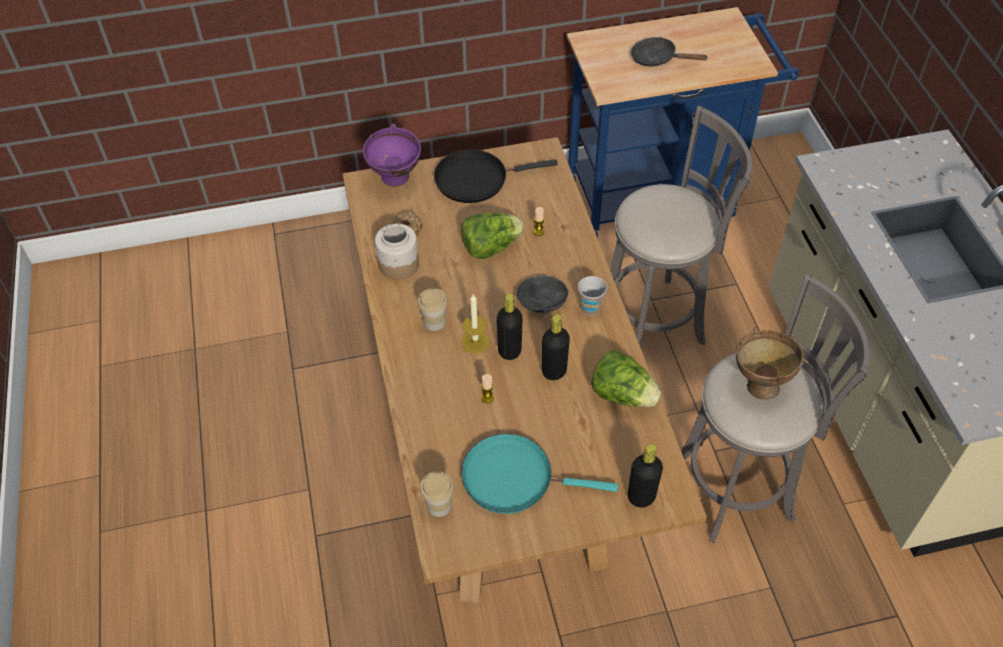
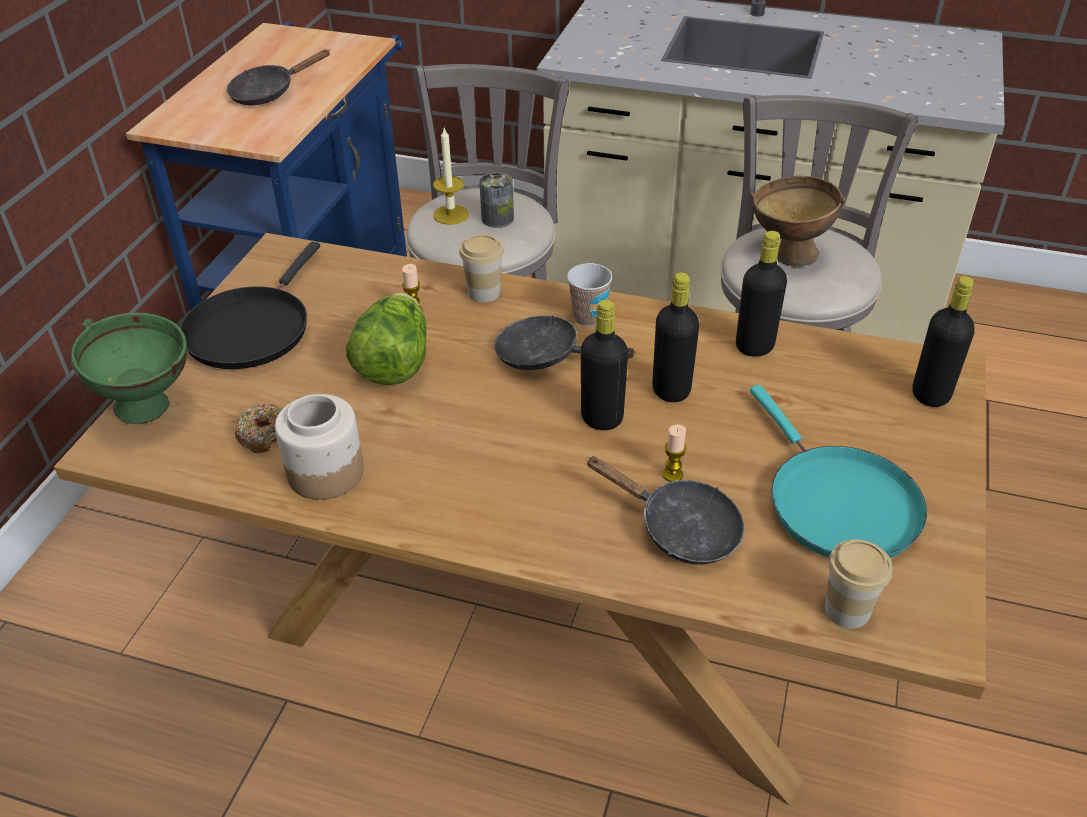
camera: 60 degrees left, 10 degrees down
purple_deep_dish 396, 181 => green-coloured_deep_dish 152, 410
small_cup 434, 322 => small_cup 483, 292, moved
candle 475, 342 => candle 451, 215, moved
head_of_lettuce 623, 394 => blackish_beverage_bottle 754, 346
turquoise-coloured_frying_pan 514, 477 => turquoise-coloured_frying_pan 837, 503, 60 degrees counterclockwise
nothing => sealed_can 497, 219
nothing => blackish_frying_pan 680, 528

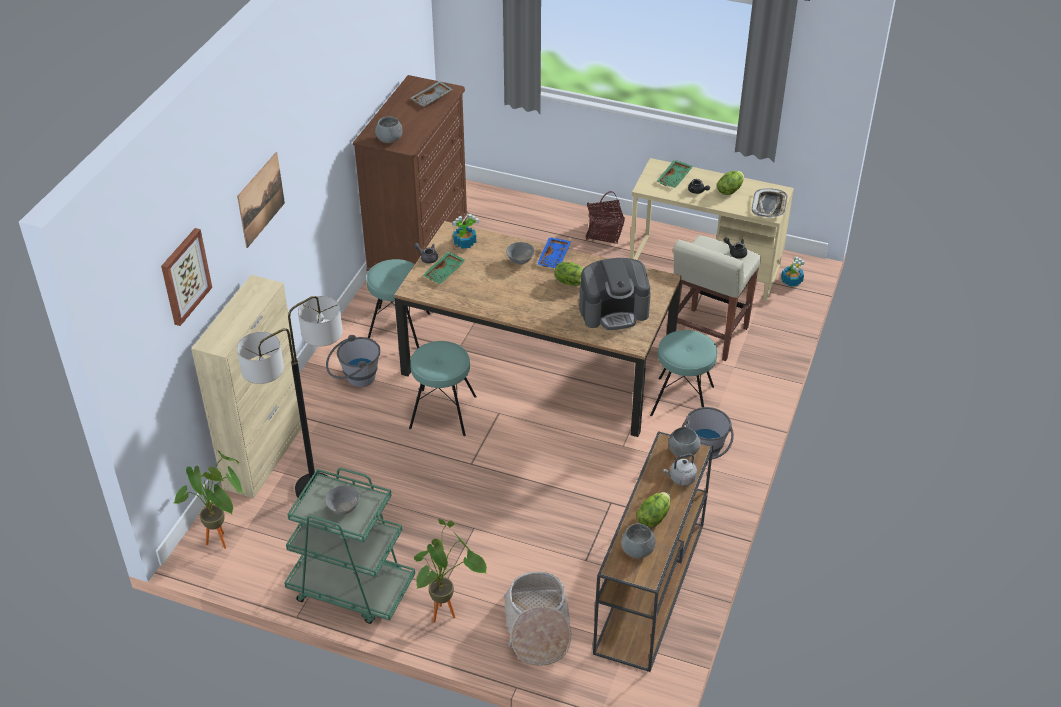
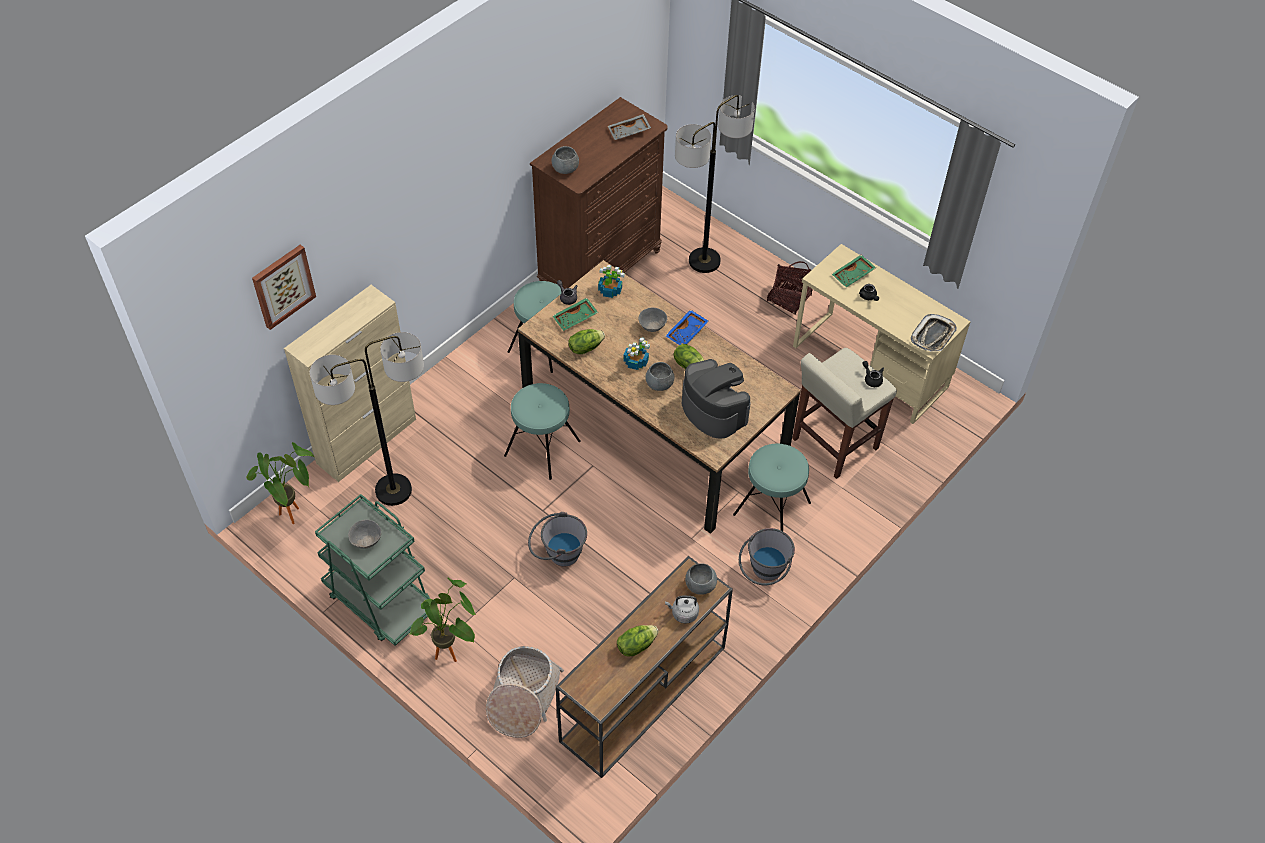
camera: 20 degrees right, 10 degrees up
wall_art 261, 199 => nothing
head_of_lettuce 729, 190 => head_of_lettuce 585, 347, moved
plant_in_a_pot 791, 281 => plant_in_a_pot 636, 362, moved
coffee_brewer 614, 311 => coffee_brewer 713, 410, 135 degrees counterclockwise
greyish_water_bucket 355, 379 => greyish_water_bucket 557, 554, moved
greyish_deep_dish 638, 550 => greyish_deep_dish 660, 384, moved
nothing => standing_lamp 704, 261

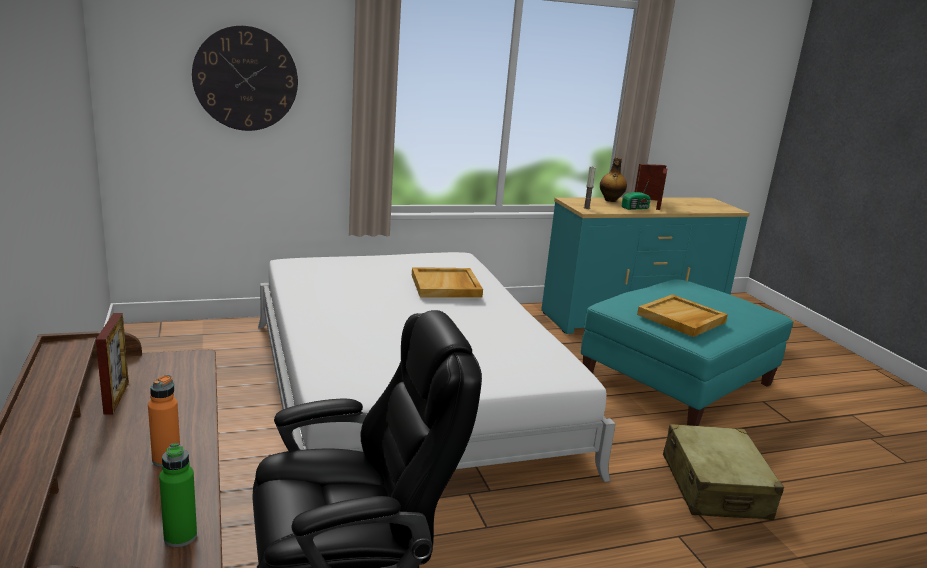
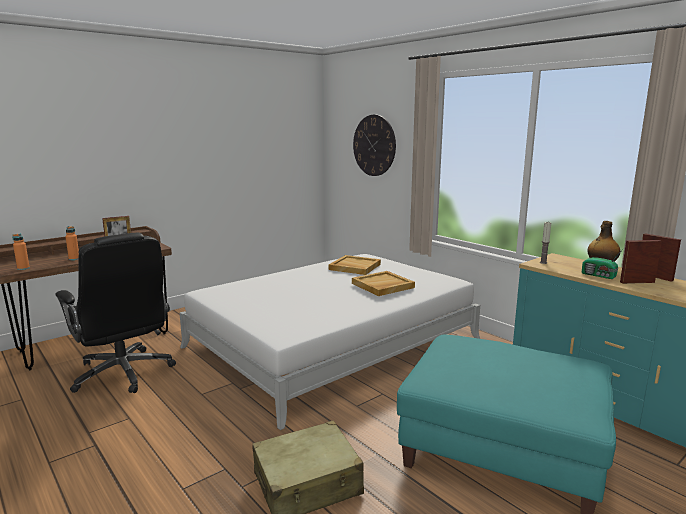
camera: 70 degrees right, 5 degrees down
beige-coloured_carrying_tray 681, 319 => beige-coloured_carrying_tray 354, 267, moved
green-coloured_beverage_bottle 180, 536 => orangey_beverage_bottle 23, 268

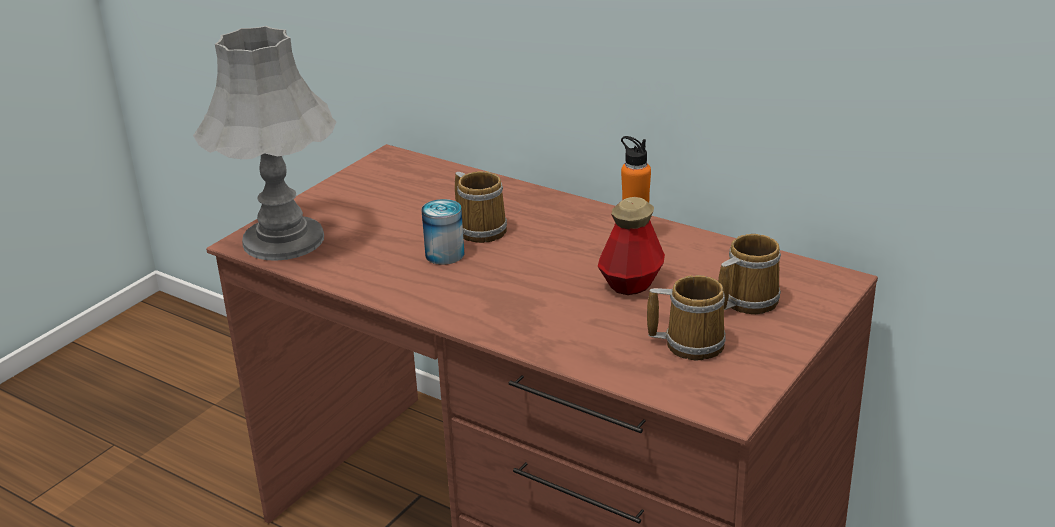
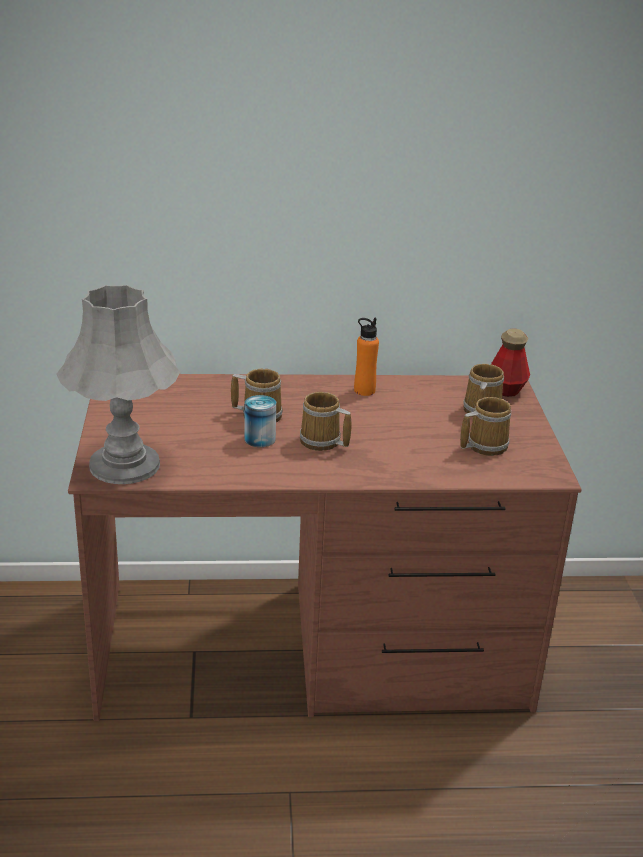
camera: 40 degrees left, 0 degrees up
beverage_bottle 631, 284 => beverage_bottle 506, 389, moved
nothing => coffee_mug 322, 442

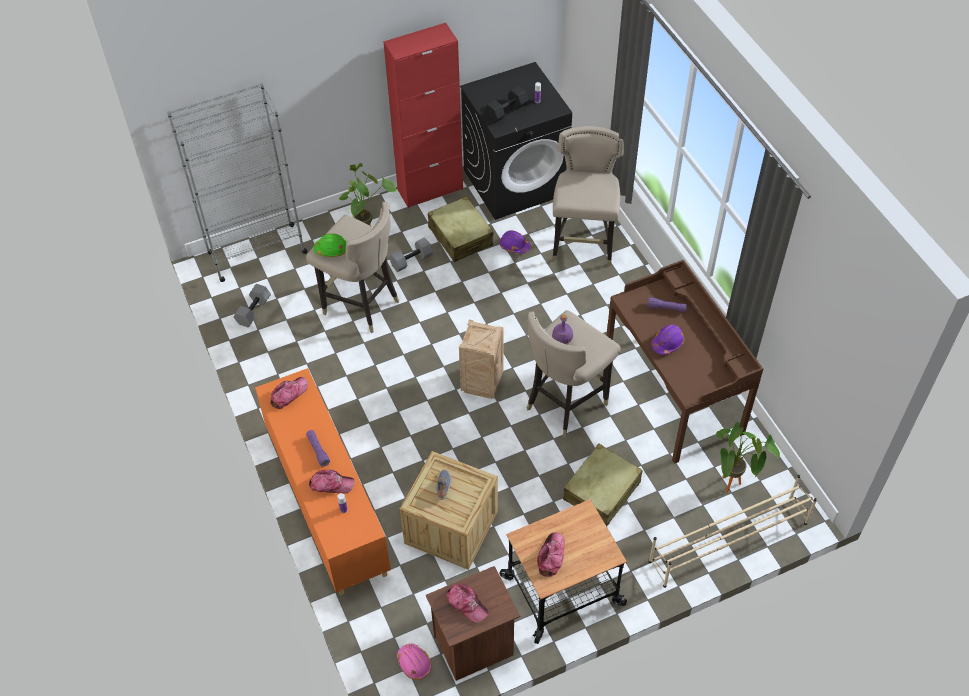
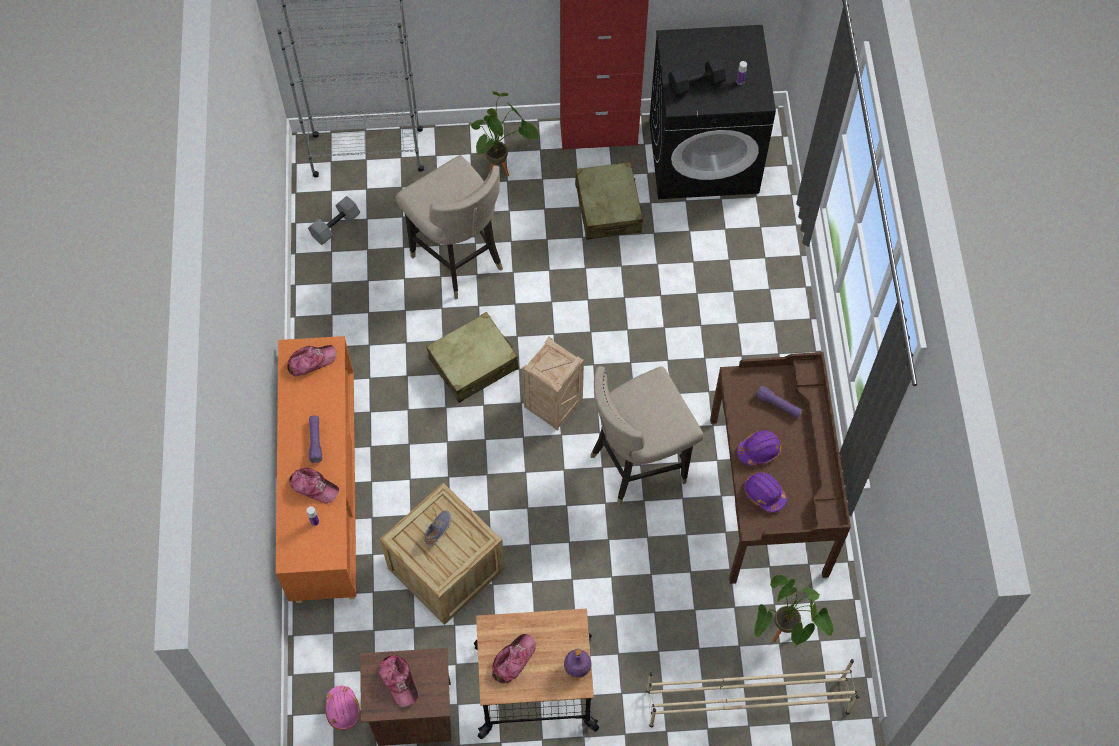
camera: 20 degrees right, 10 degrees up
beige-coloured_stool 583, 245 => nothing
purple_work_helmet 514, 246 => purple_work_helmet 764, 494, moved
green-coloured_work_helmet 331, 249 => nothing
greyish_dumbbell 411, 260 => nothing
purple_beverage_bottle 561, 342 => purple_beverage_bottle 577, 668, moved
beige-coloured_travel_case 602, 491 => beige-coloured_travel_case 474, 364, moved

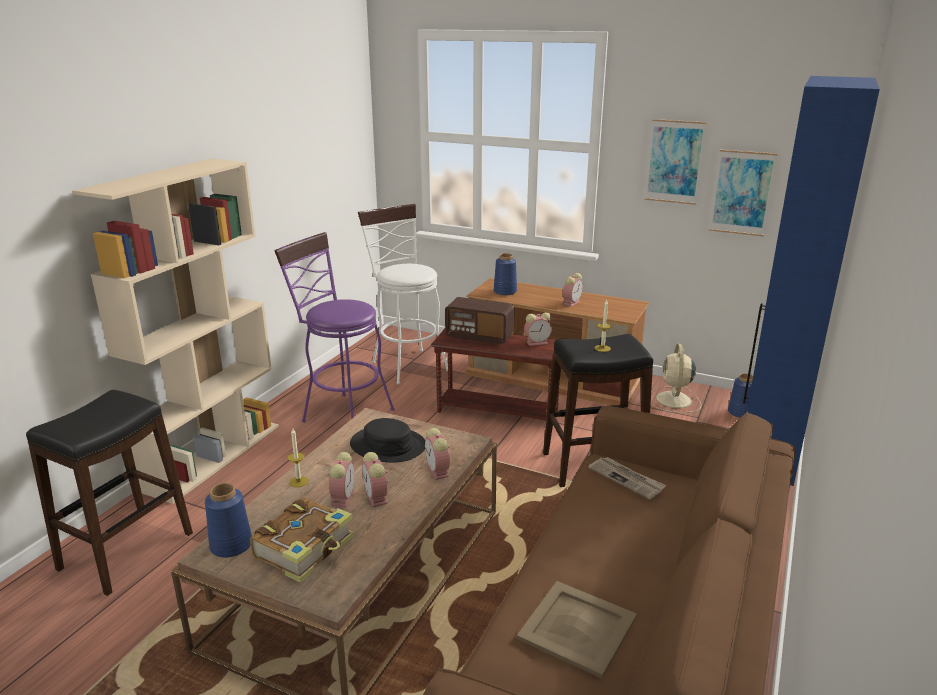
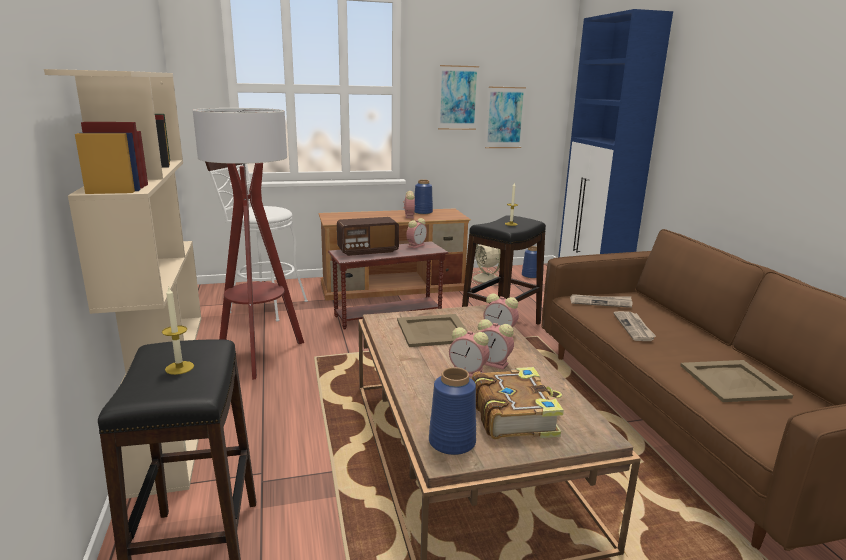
camera: 40 degrees left, 5 degrees down
purple_stool 342, 413 => standing_lamp 259, 355
blue_flower_vase 505, 292 => blue_flower_vase 423, 212, moved
blackish_hat 388, 445 => beige-coloured_carrying_tray 433, 330
candle 298, 481 => candle 179, 368, moved
table_clock 343, 497 => table_clock 469, 372, 150 degrees clockwise
nothing => daily_paper 634, 327

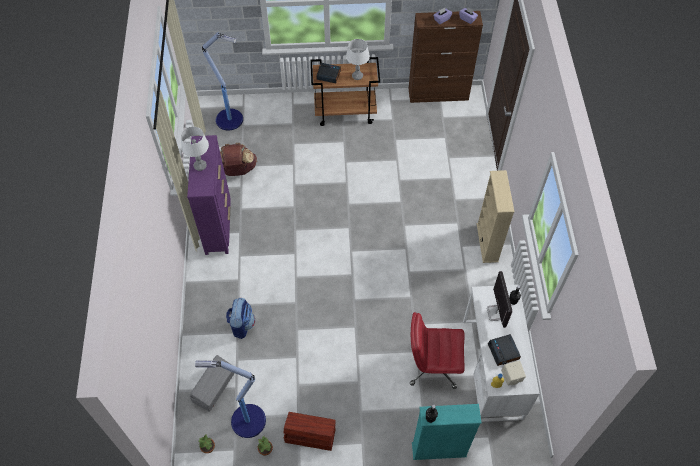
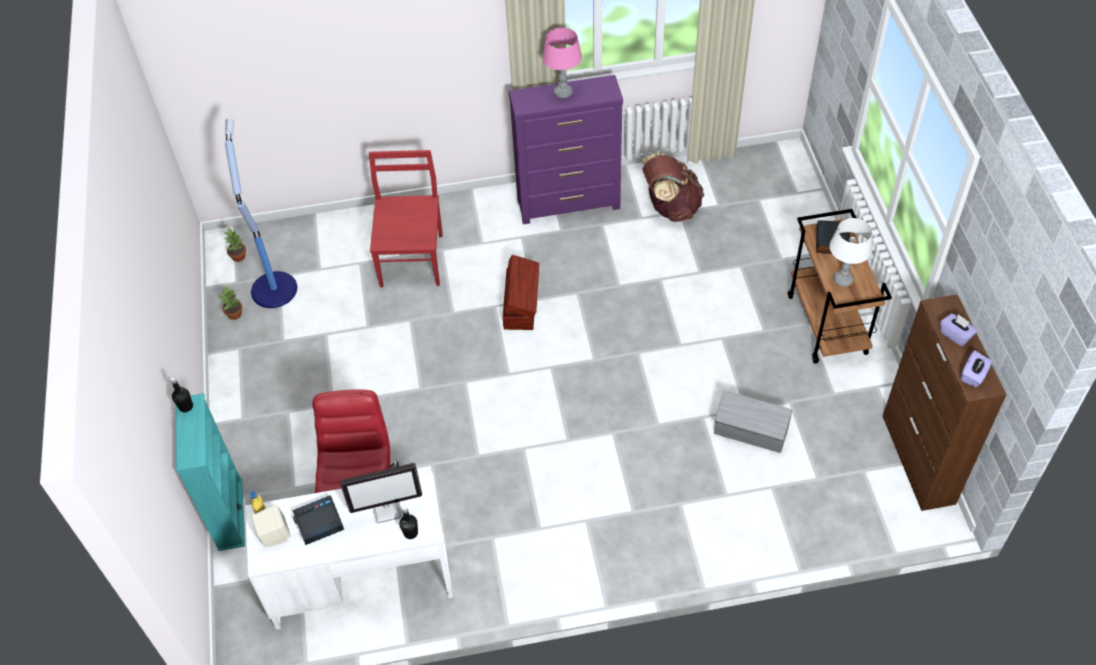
camera: 85 degrees right, 5 degrees down
standing_lamp 230, 120 => nothing
white-coloured_table_lamp 200, 166 => pink-coloured_table_lamp 563, 93
beige-coloured_shelving_unit 487, 242 => nothing
rucksack 241, 324 => red-coloured_chair 412, 258
greyish_storage_container 214, 387 => greyish_storage_container 751, 432, moved
brown_storage_container 309, 435 => brown_storage_container 521, 304, moved

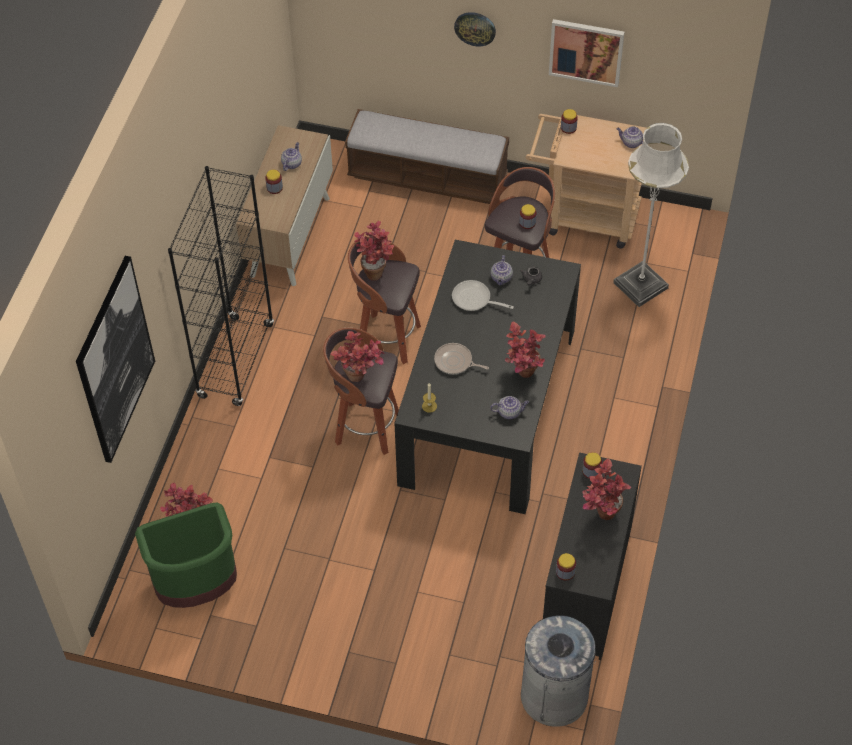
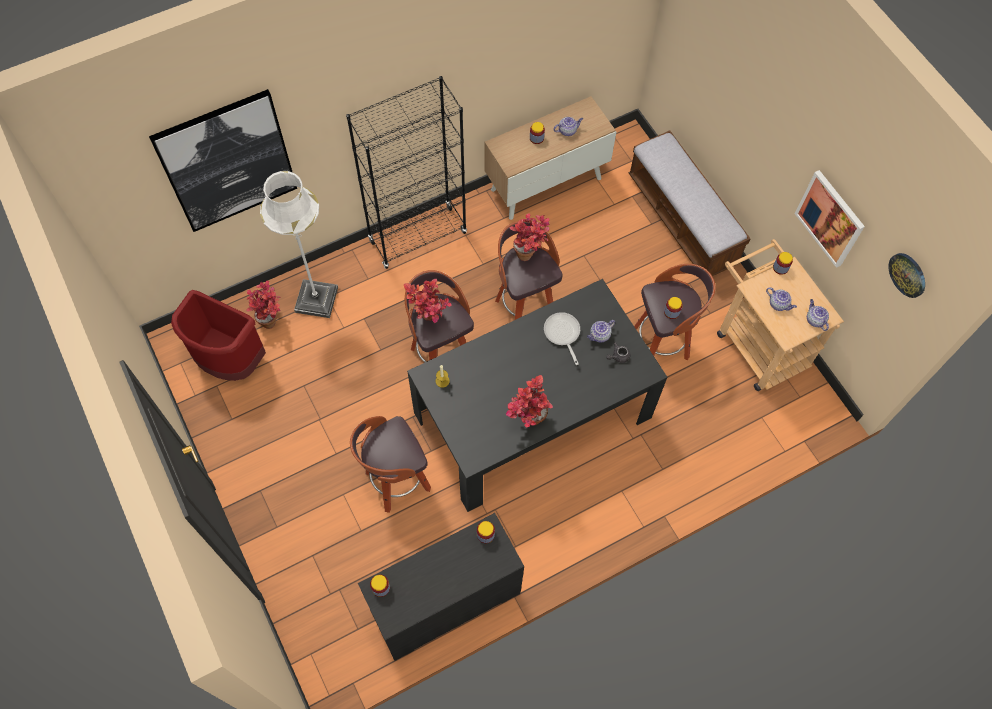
camera: 45 degrees right, 10 degrees up
hanging_clock 475, 28 => hanging_clock 908, 274, moved
white-coloured_standing_lamp 640, 285 => white-coloured_standing_lamp 316, 299, moved
frying_pan 455, 362 => nothing
pot_for_tea 509, 412 => pot_for_tea 778, 304, moved
plant_in_a_pot 600, 516 => nothing
green-coloured_waste_bin 197, 587 => red-coloured_waste_bin 230, 361
greyish_waste_bin 554, 695 => nothing
nothing => stool 396, 482

